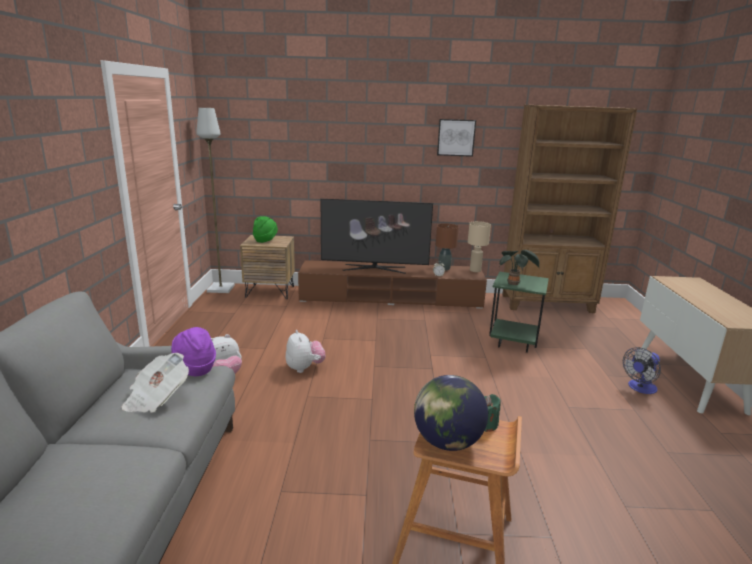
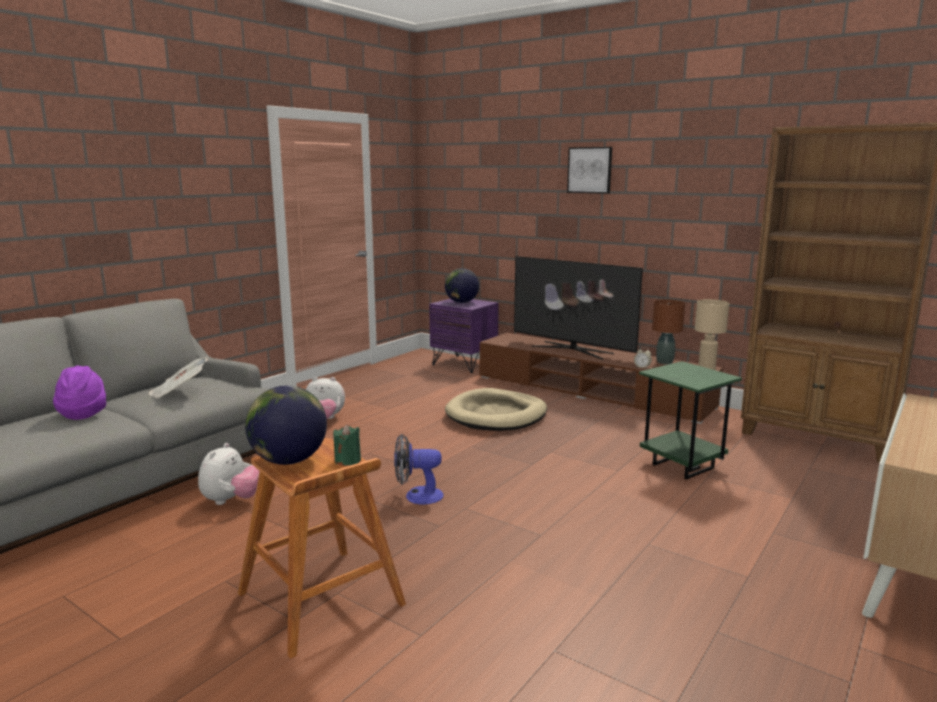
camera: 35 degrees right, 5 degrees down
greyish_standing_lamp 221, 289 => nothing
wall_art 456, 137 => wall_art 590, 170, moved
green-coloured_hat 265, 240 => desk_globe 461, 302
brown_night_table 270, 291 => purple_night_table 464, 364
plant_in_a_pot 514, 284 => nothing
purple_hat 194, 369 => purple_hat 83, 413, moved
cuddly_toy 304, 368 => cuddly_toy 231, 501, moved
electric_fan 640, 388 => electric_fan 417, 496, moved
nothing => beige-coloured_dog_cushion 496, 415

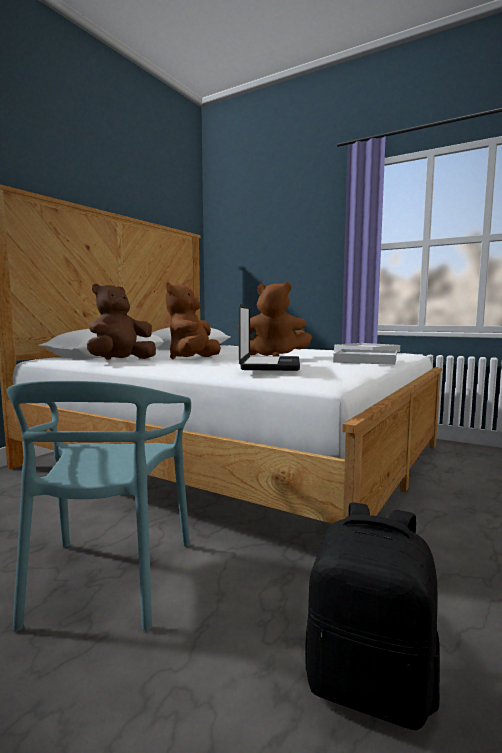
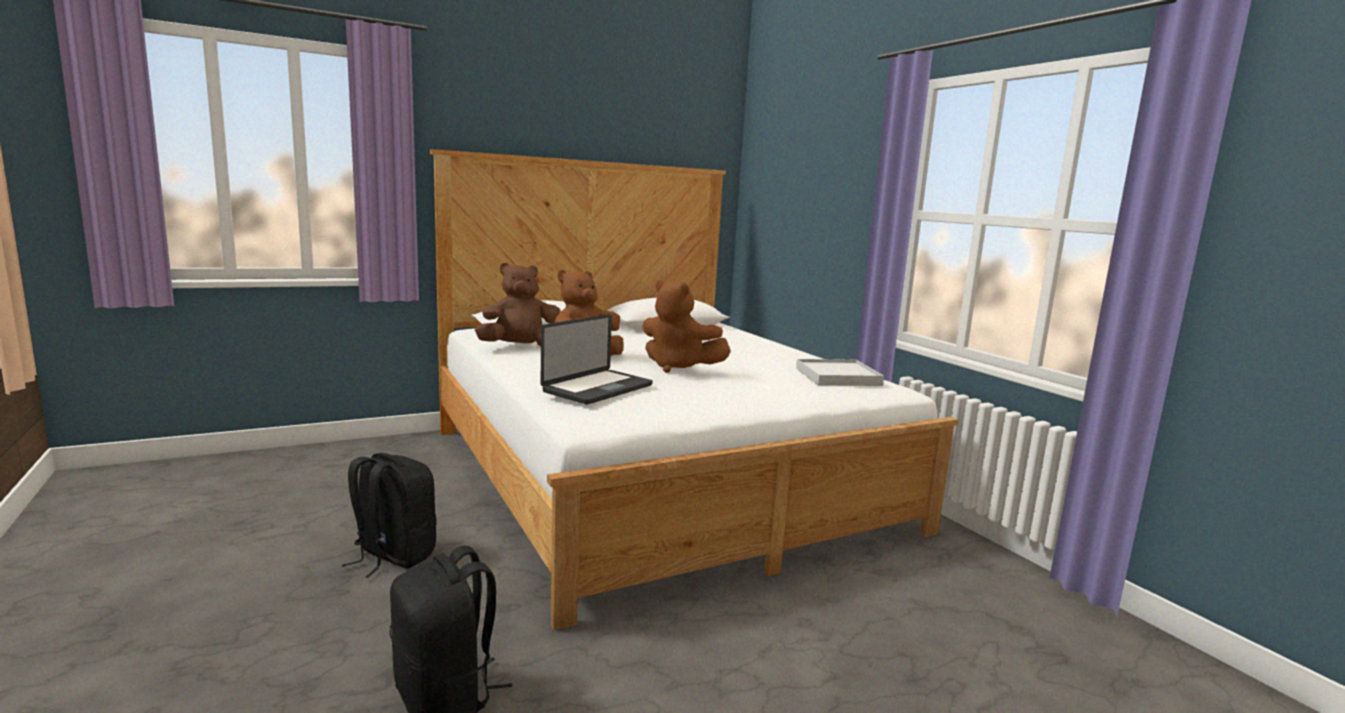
camera: 30 degrees right, 5 degrees up
white-coloured_carrying_tray 366, 360 => nothing
turquoise-coloured_chair 108, 579 => blackish_rucksack 392, 556

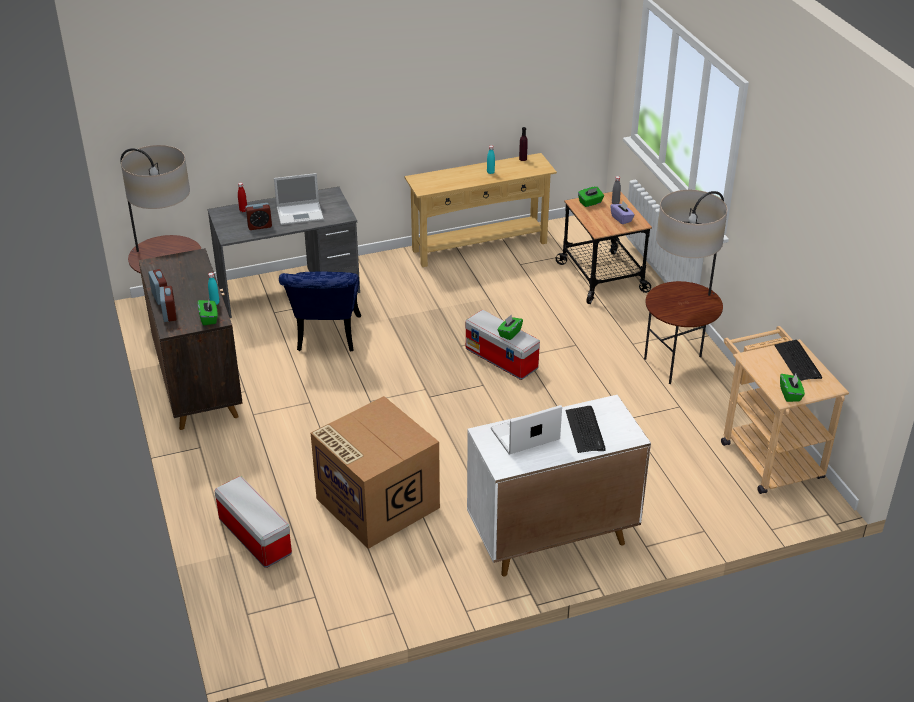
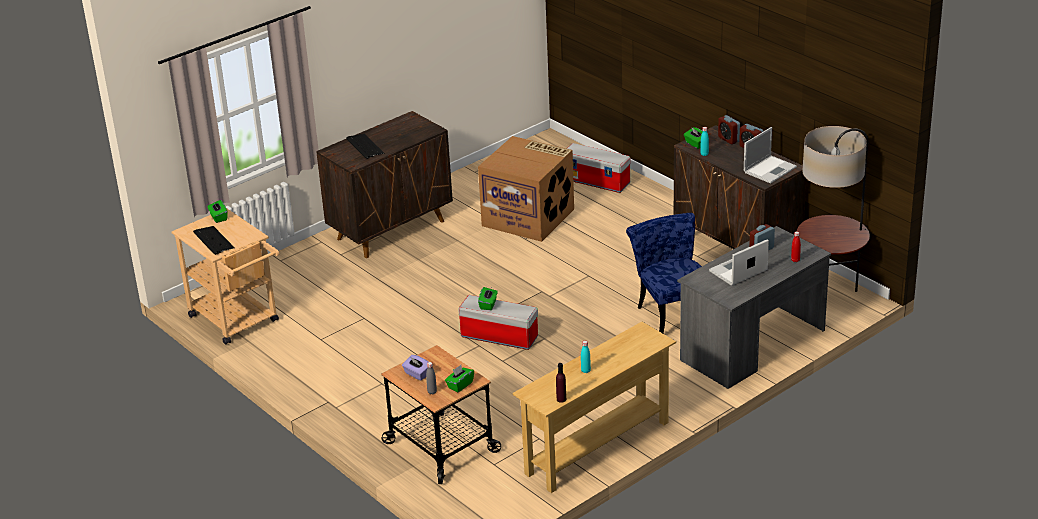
camera: 160 degrees right, 5 degrees down
standing_lamp 676, 364 => nothing
white-coloured_cabinet 551, 538 => brown_cabinet 391, 229
portable_computer 524, 435 => portable_computer 770, 169, moved

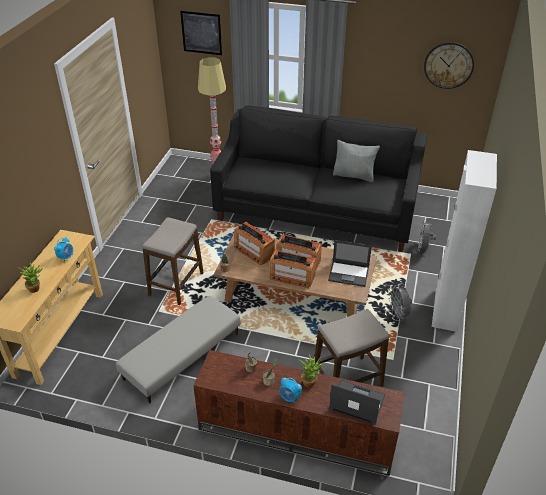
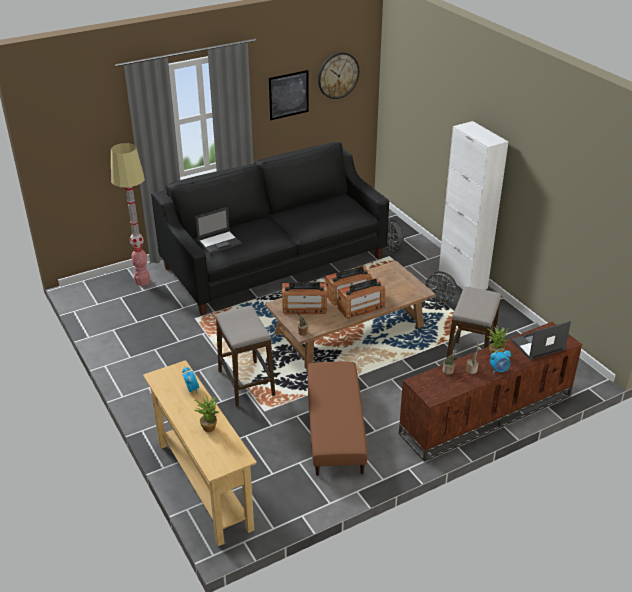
camera: 45 degrees left, 5 degrees down
wall_art 201, 33 => wall_art 288, 95, moved
greyish_pillow 354, 175 => nothing
portable_computer 349, 274 => portable_computer 220, 242, moved
greyish_ottoman 182, 356 => brown_ottoman 335, 427

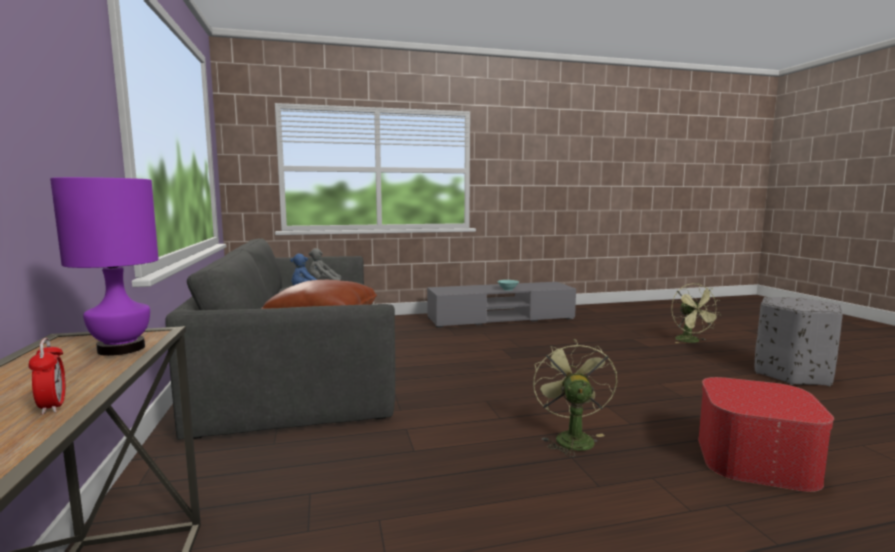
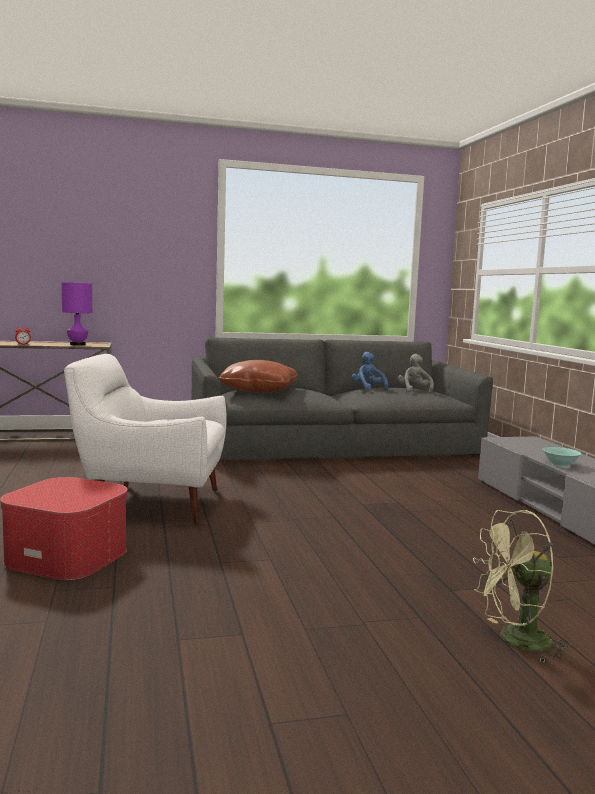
camera: 90 degrees right, 0 degrees up
greyish_ottoman 793, 374 => nothing
green-coloured_electric_fan 571, 437 => white-coloured_armchair 150, 503

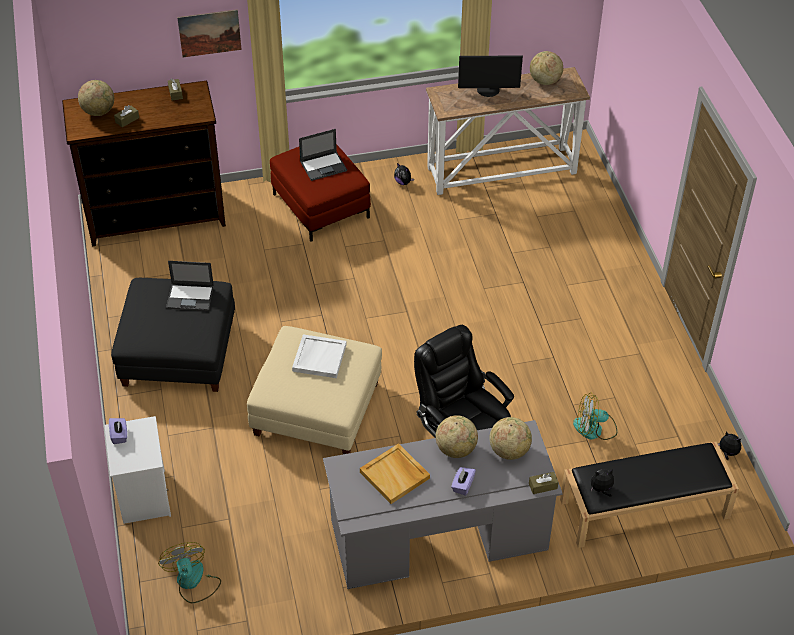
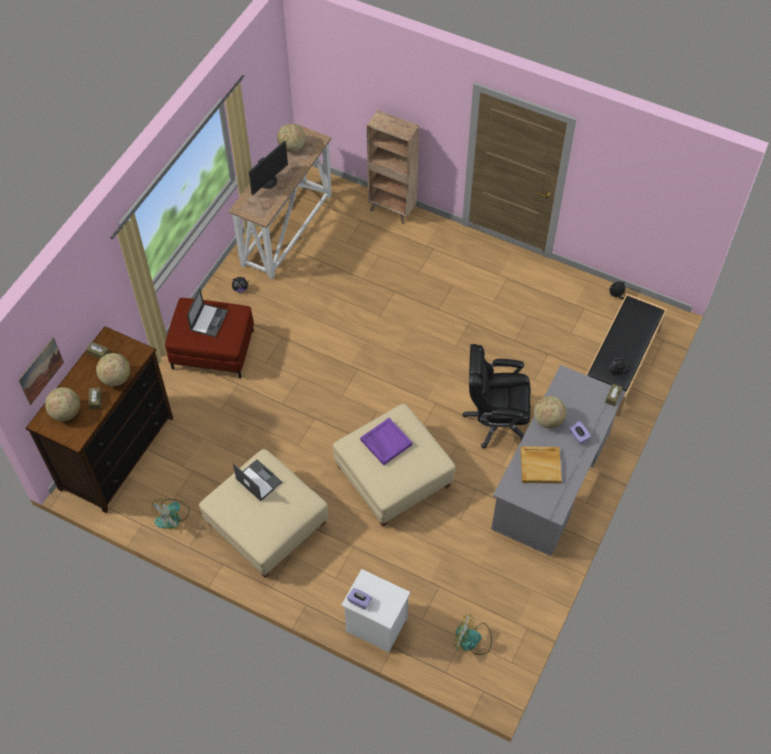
camera: 50 degrees left, 10 degrees up
wall_art 209, 33 => wall_art 41, 370, moved
portable_computer 191, 297 => portable_computer 258, 480, 90 degrees counterclockwise
blackish_ottoman 178, 352 => beige-coloured_ottoman 265, 524
white-coloured_carrying_tray 319, 357 => purple_carrying_tray 385, 442
electric_fan 594, 429 => electric_fan 172, 516, moved
desk_globe 509, 451 => desk_globe 116, 378, moved
nothing => brown_shelving_unit 392, 210

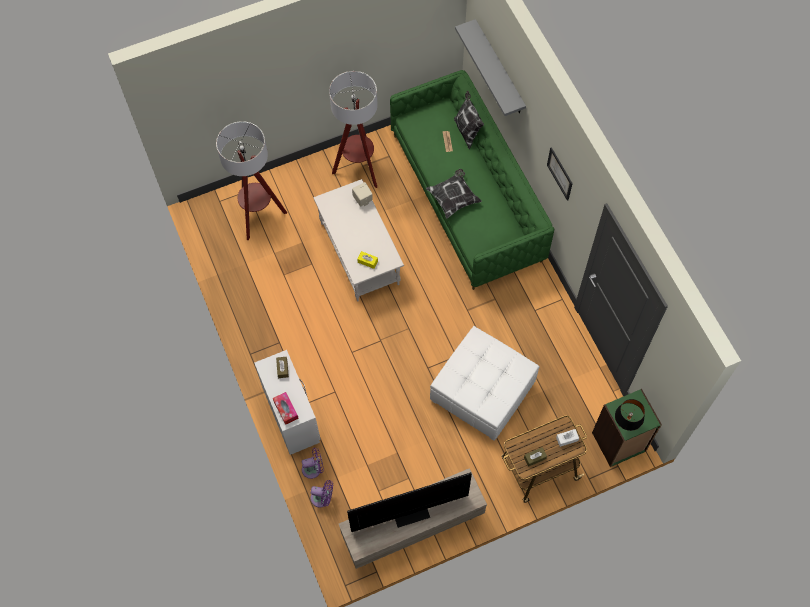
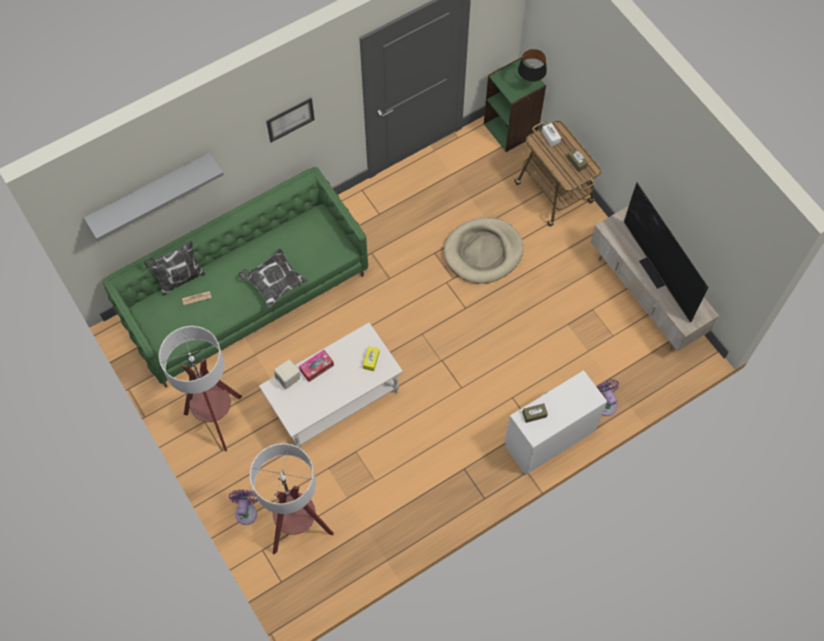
camera: 100 degrees left, 0 degrees up
white-coloured_ottoman 482, 392 => beige-coloured_dog_cushion 483, 252
tissue_holder 286, 410 => tissue_holder 316, 367, moved
purple_electric_fan 322, 498 => purple_electric_fan 246, 511, moved

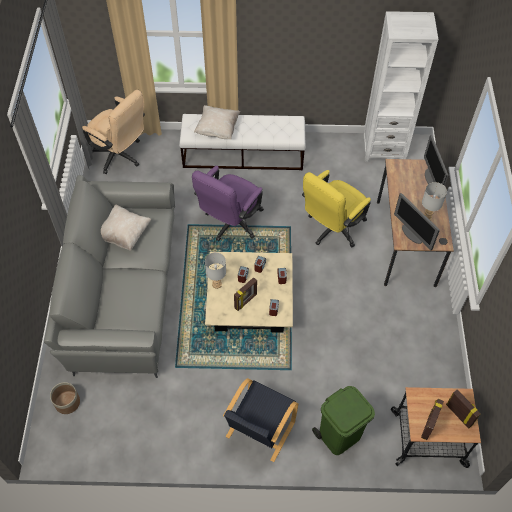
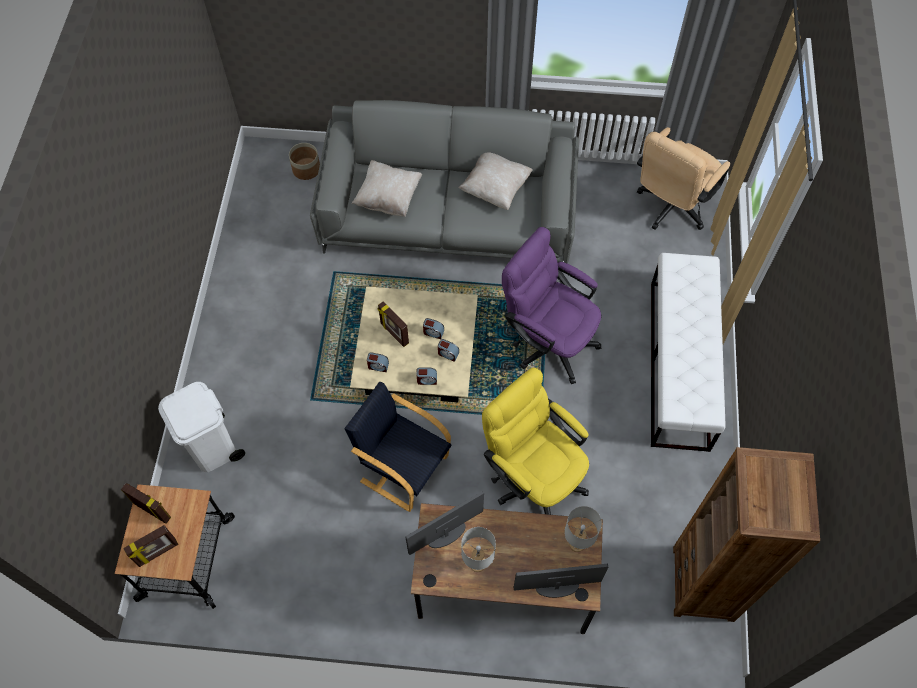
camera: 95 degrees right, 5 degrees up
white-coloured_shelving_unit 383, 148 => brown_shelving_unit 703, 583
beige-coloured_pillow 217, 129 => beige-coloured_pillow 388, 198, moved
greyish_table_lamp 217, 284 => greyish_table_lamp 576, 544, moved
blackish_armchair 259, 430 => blackish_armchair 403, 467, moved
green-coloured_waste_bin 339, 435 => white-coloured_waste_bin 213, 448

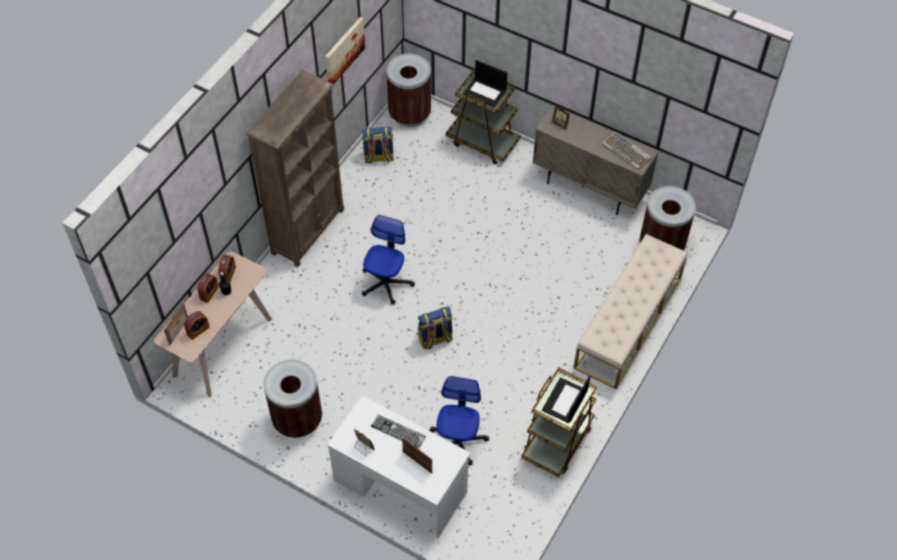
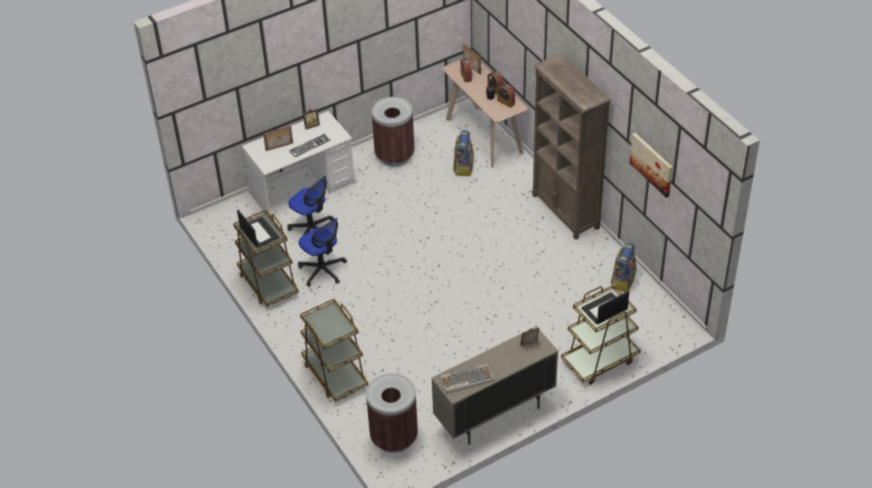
camera: 120 degrees right, 10 degrees down
brown_waste_bin 410, 114 => nothing
desk_chair 386, 283 => desk_chair 322, 270, moved
beige-coloured_bench 628, 323 => brown_cart 335, 375
rucksack 435, 339 => rucksack 463, 167, moved

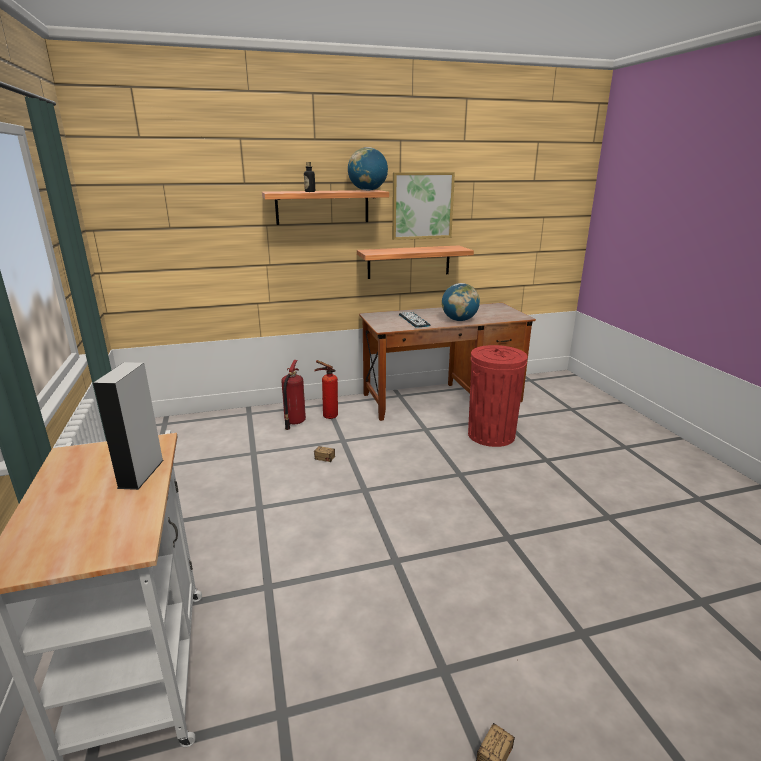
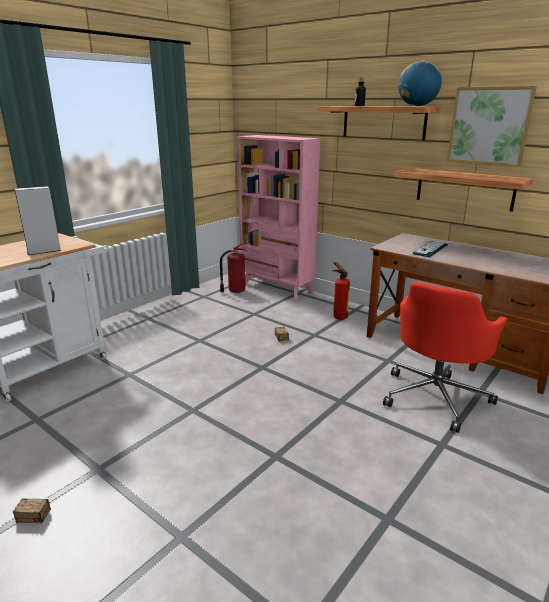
camera: 55 degrees right, 0 degrees up
desk_globe 459, 320 => nothing
red-coloured_waste_bin 491, 435 => red-coloured_desk_chair 436, 396
fire-fighting_cylinder 294, 422 => fire-fighting_cylinder 235, 291, moved
nothing => pink-coloured_shelving_unit 277, 288

